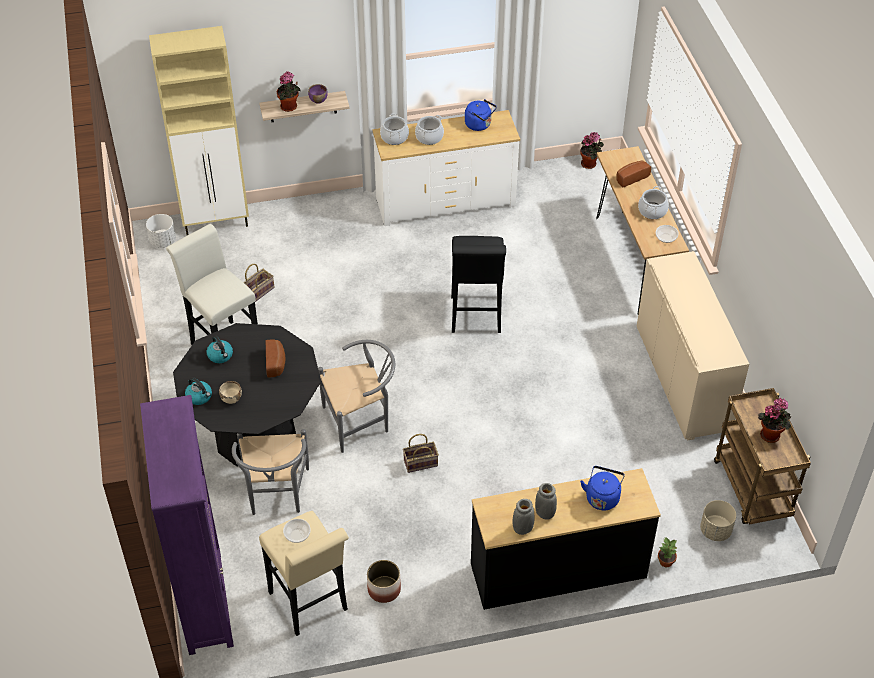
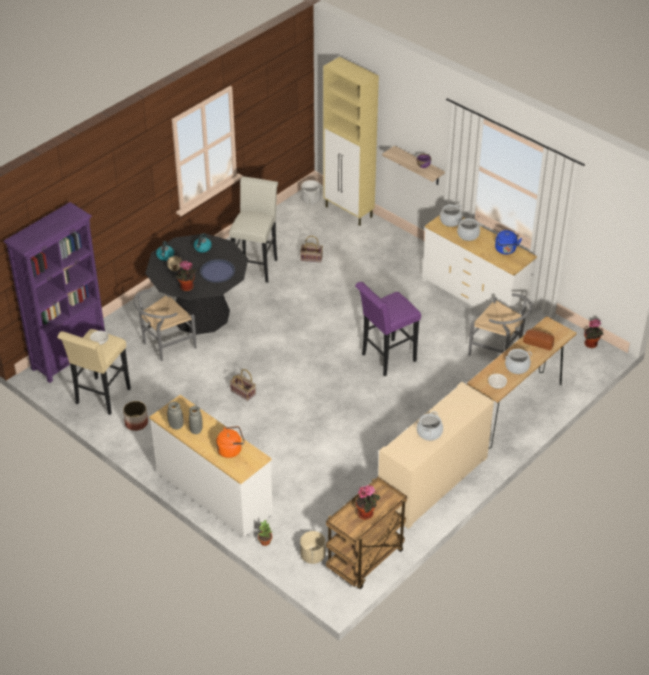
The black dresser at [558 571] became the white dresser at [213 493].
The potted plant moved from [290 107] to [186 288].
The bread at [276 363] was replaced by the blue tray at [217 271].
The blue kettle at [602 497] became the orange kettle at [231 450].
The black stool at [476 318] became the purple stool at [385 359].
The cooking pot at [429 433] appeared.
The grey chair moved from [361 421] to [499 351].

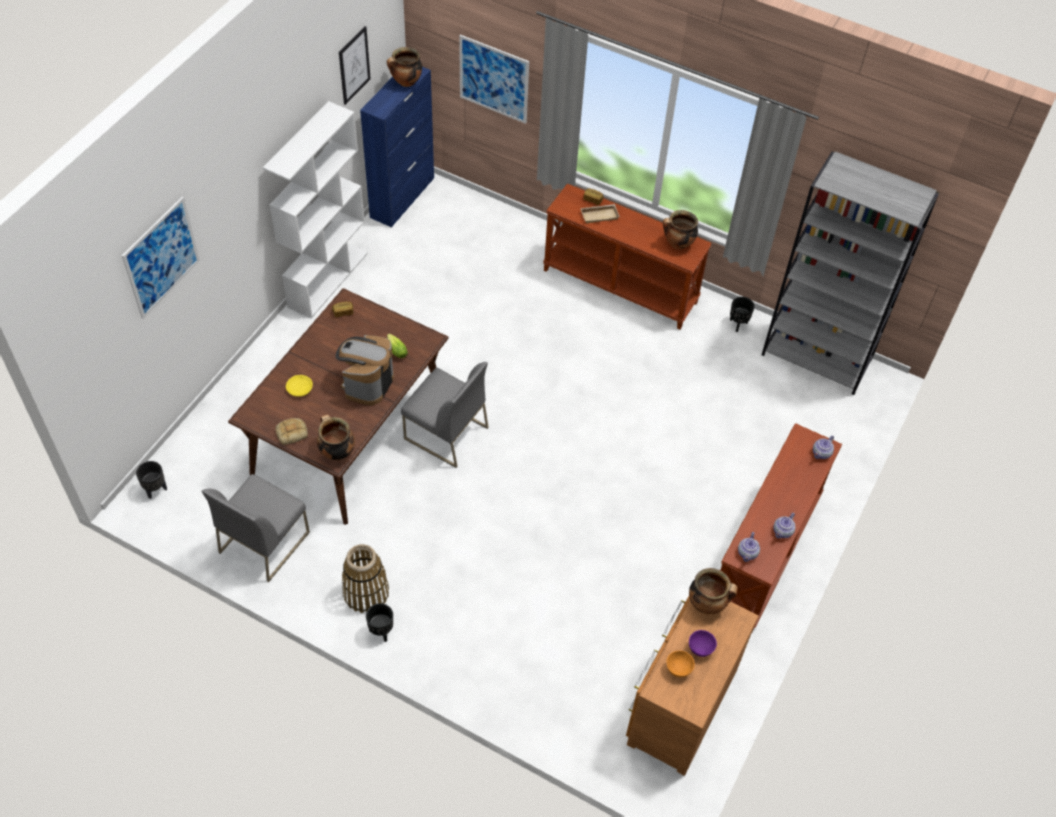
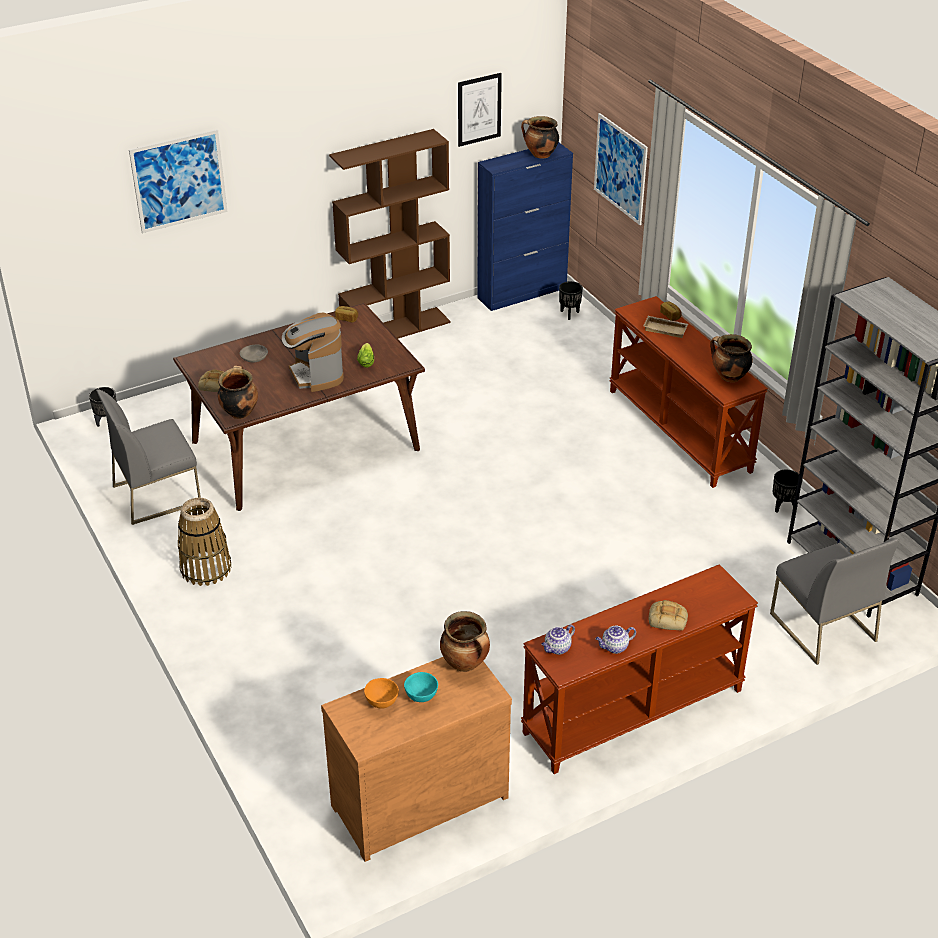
The yellow bowl at [300 388] became the grey bowl at [254 357].
The coffee machine at [367 383] turned 75 degrees counterclockwise.
The white bookcase at [328 279] became the brown bookcase at [396 329].
The purple bowl at [701 649] became the turquoise bowl at [421 697].
The black planter moved from [381 631] to [569 314].
The bread at [668 618] appeared.
The grey chair moved from [445 433] to [821 627].
The teapot at [821 453] disappeared.

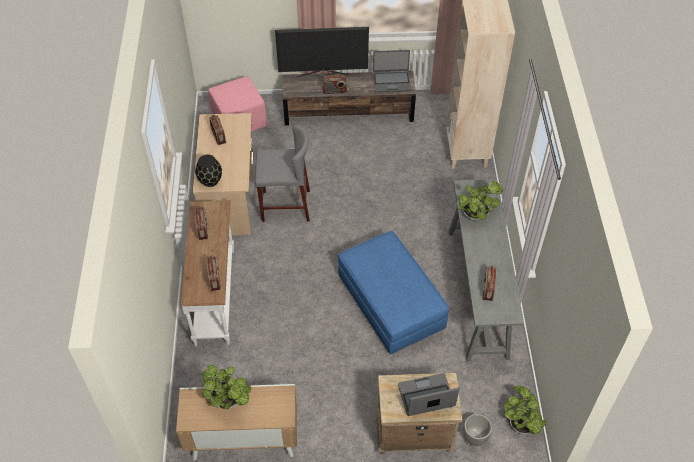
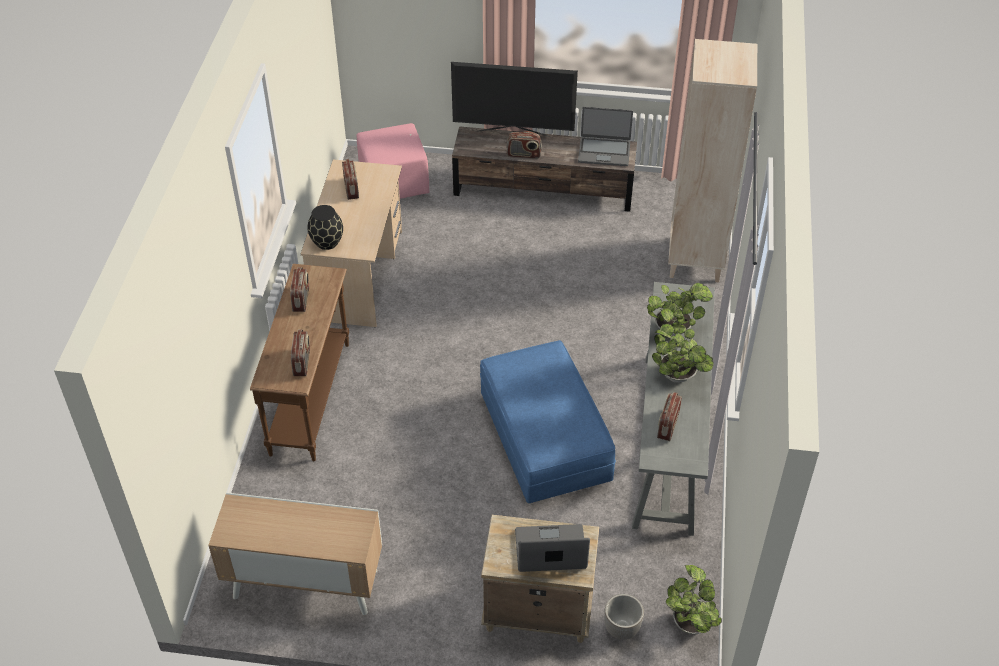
The white console table at [216 296] became the brown console table at [312 398].
The potted plant moved from [229 401] to [679 377].
The grey stool at [285 206] disappeared.

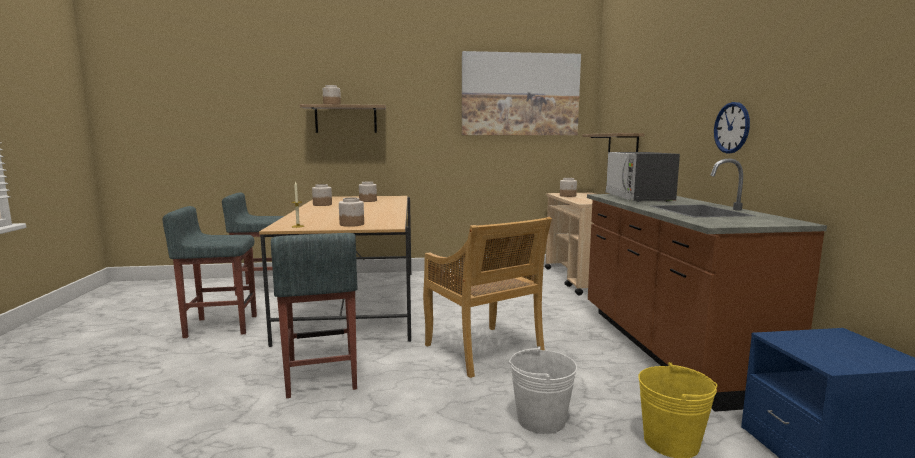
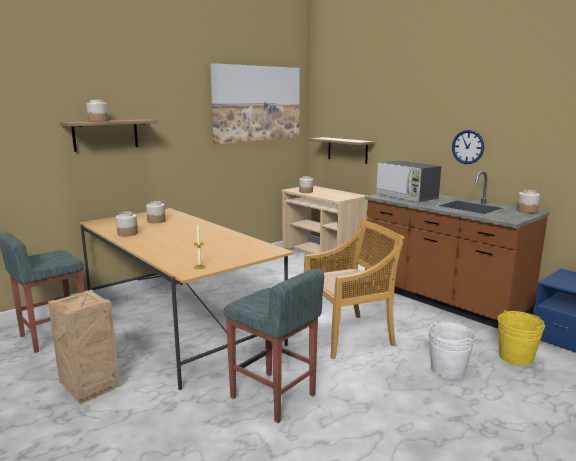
The grey stool at [220 326] was replaced by the crate at [88 388].
The beige chair at [484 351] turned 45 degrees counterclockwise.
The jar moved from [352 224] to [526 211].

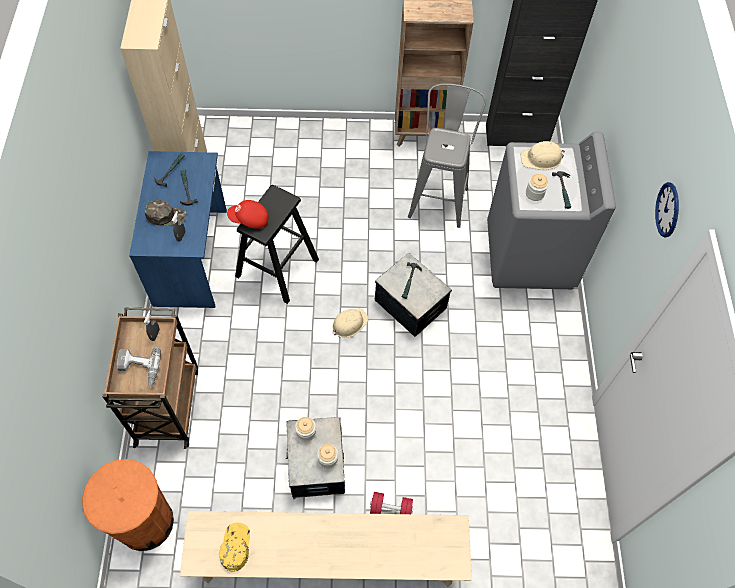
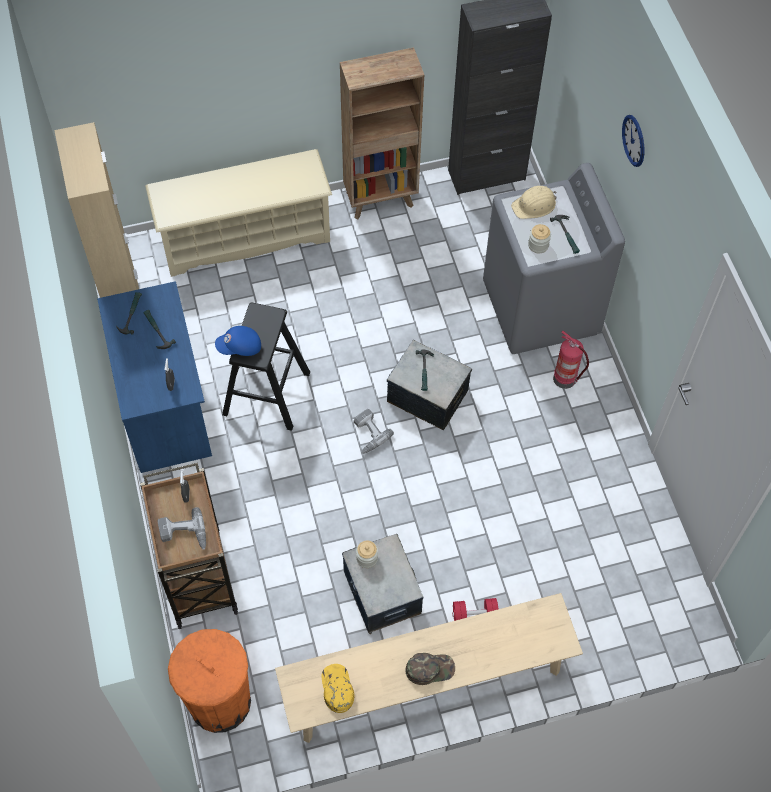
The beige shoe rack at [245 237] appeared.
The red cap at [249 219] became the blue cap at [240 347].
The beige hard hat at [349 323] was replaced by the power drill at [367 434].
The green cap moved from [166 215] to [430 669].
The fire extinguisher at [565 379] appeared.
The wall clock moved from [667 209] to [634 140].
The jar at [328 459] disappeared.
The grey stool at [439 197] disappeared.

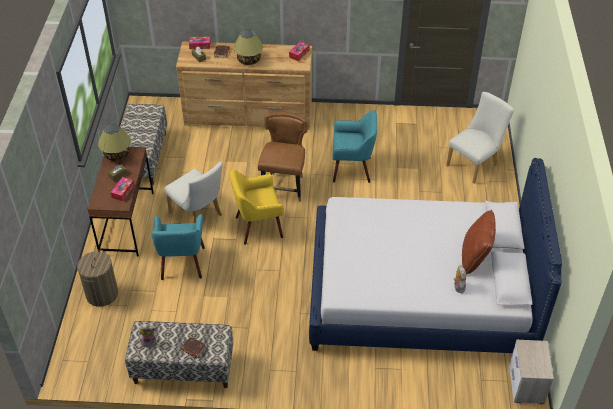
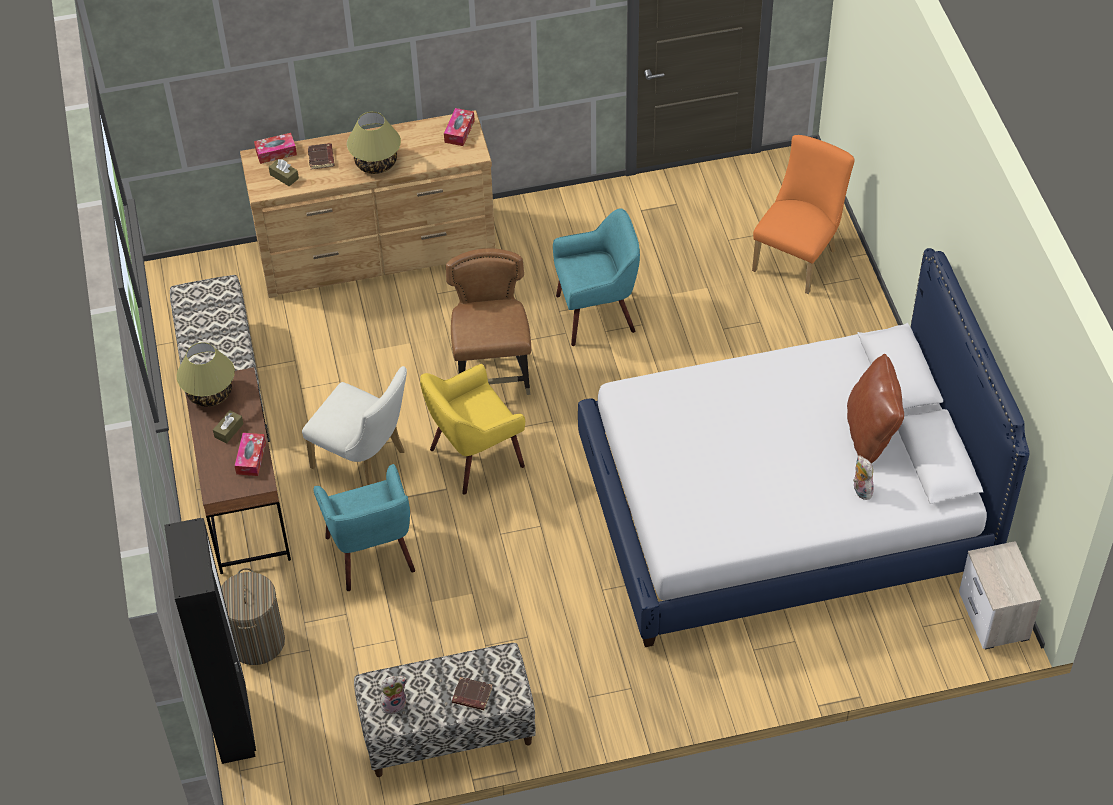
The black wardrobe at [234 724] appeared.
The white chair at [475 164] became the orange chair at [798 257].

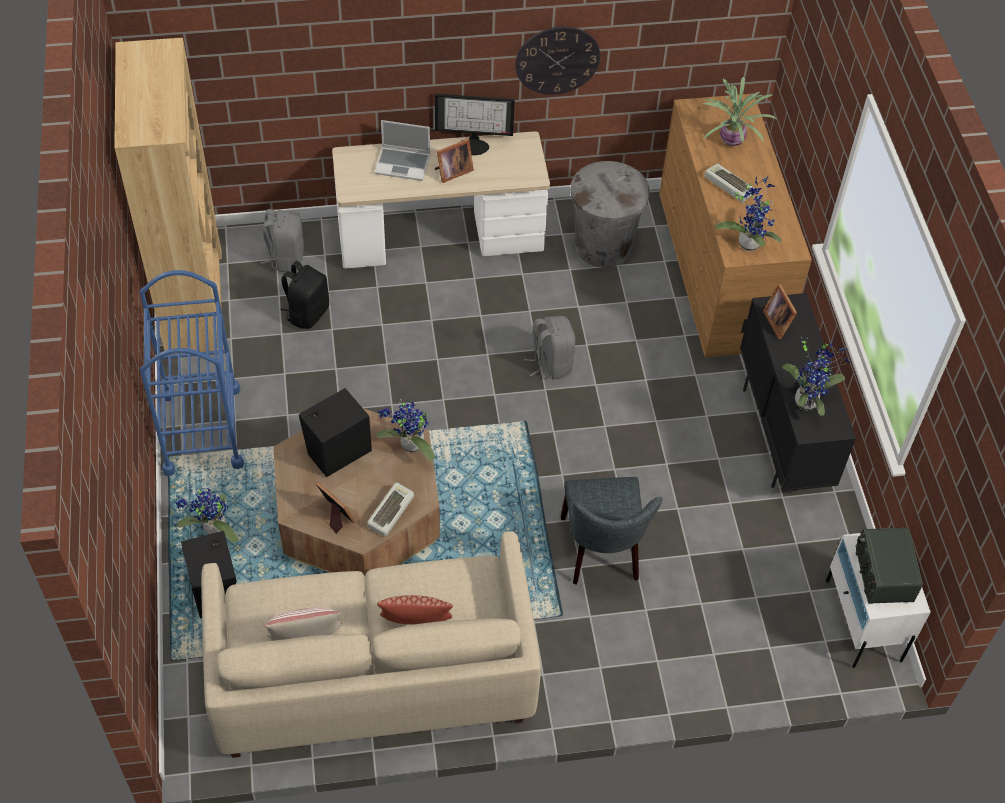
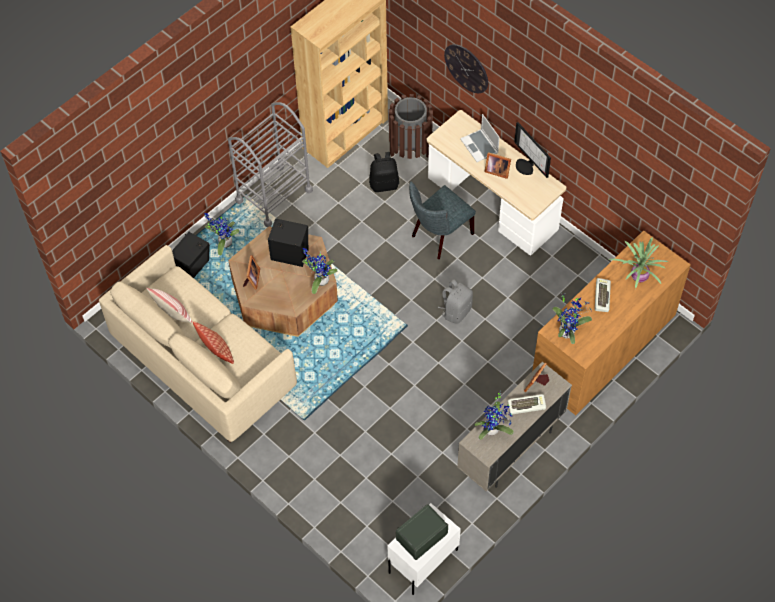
The blue cart at [202 430] became the grey cart at [274 195].
The grey backpack at [286 258] was replaced by the brown trash can at [410 149].
The grey chair moved from [602 553] to [439 236].
The wall clock moved from [557 60] to [466 68].
The black cabinet at [781 436] became the beige cabinet at [510 449].
The keyboard moved from [390 511] to [526 405].
The grey trash can at [603 246] disappeared.

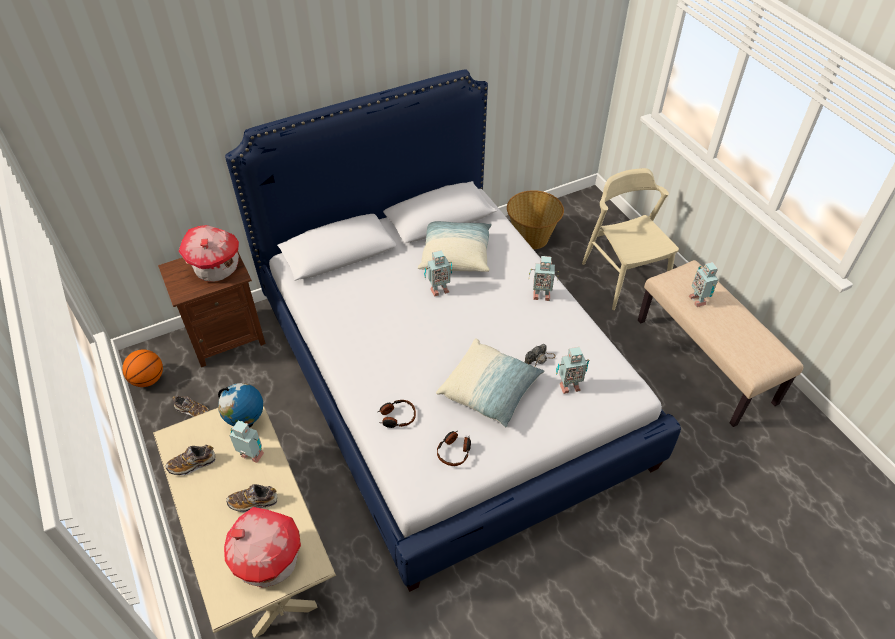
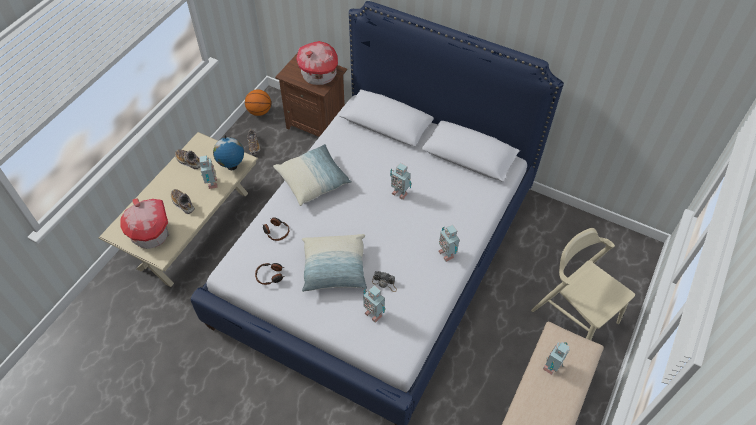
The pillow moved from [455 255] to [313 181].
The beige chair at [623 278] turned 75 degrees counterclockwise.
The basket at [531 238] disappeared.

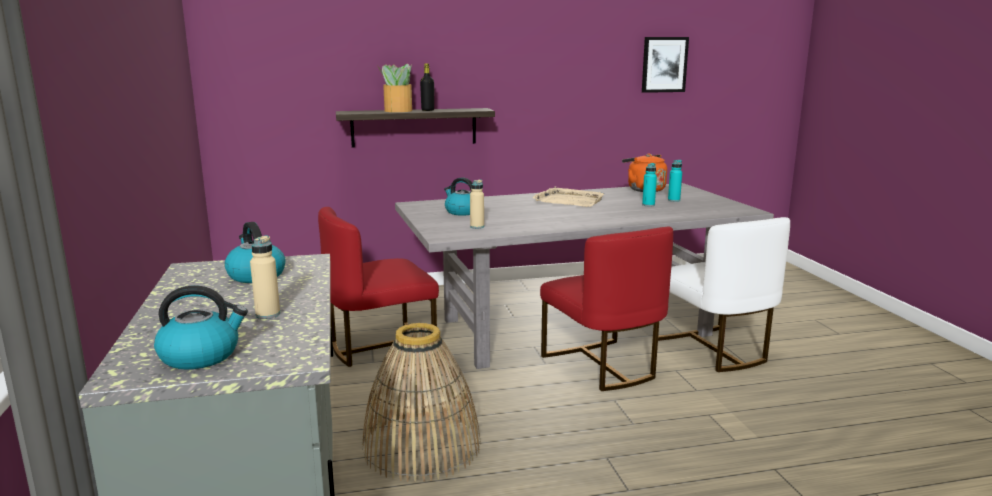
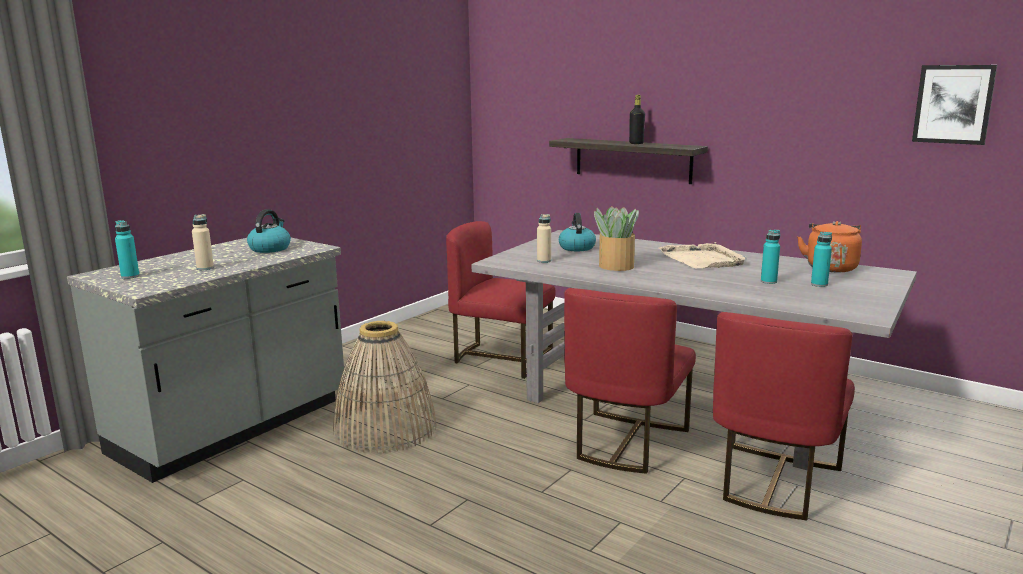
The kettle at [201 355] was replaced by the turquoise bottle at [130 276].
The potted plant moved from [397 111] to [615 266].
The white chair at [713 349] became the red chair at [773 482].

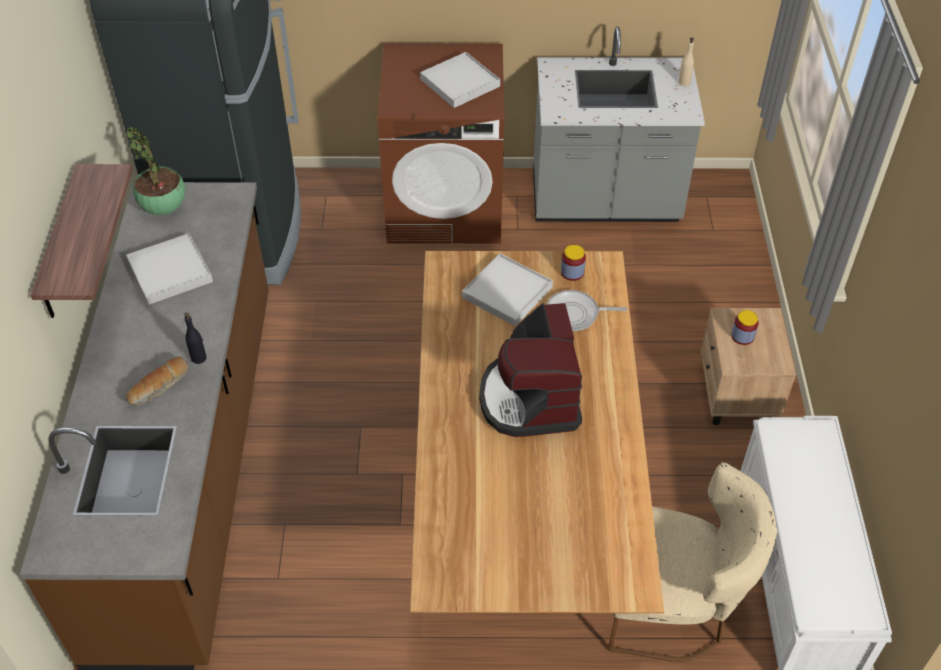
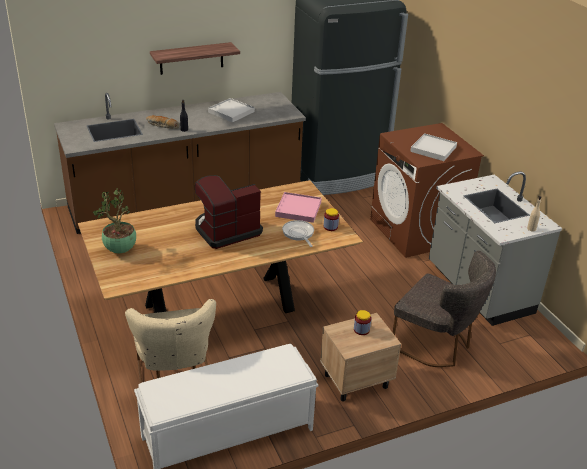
The potted plant moved from [165 209] to [119 250].
The white tray at [507 292] became the pink tray at [298 209].
The grey chair at [436 345] appeared.

